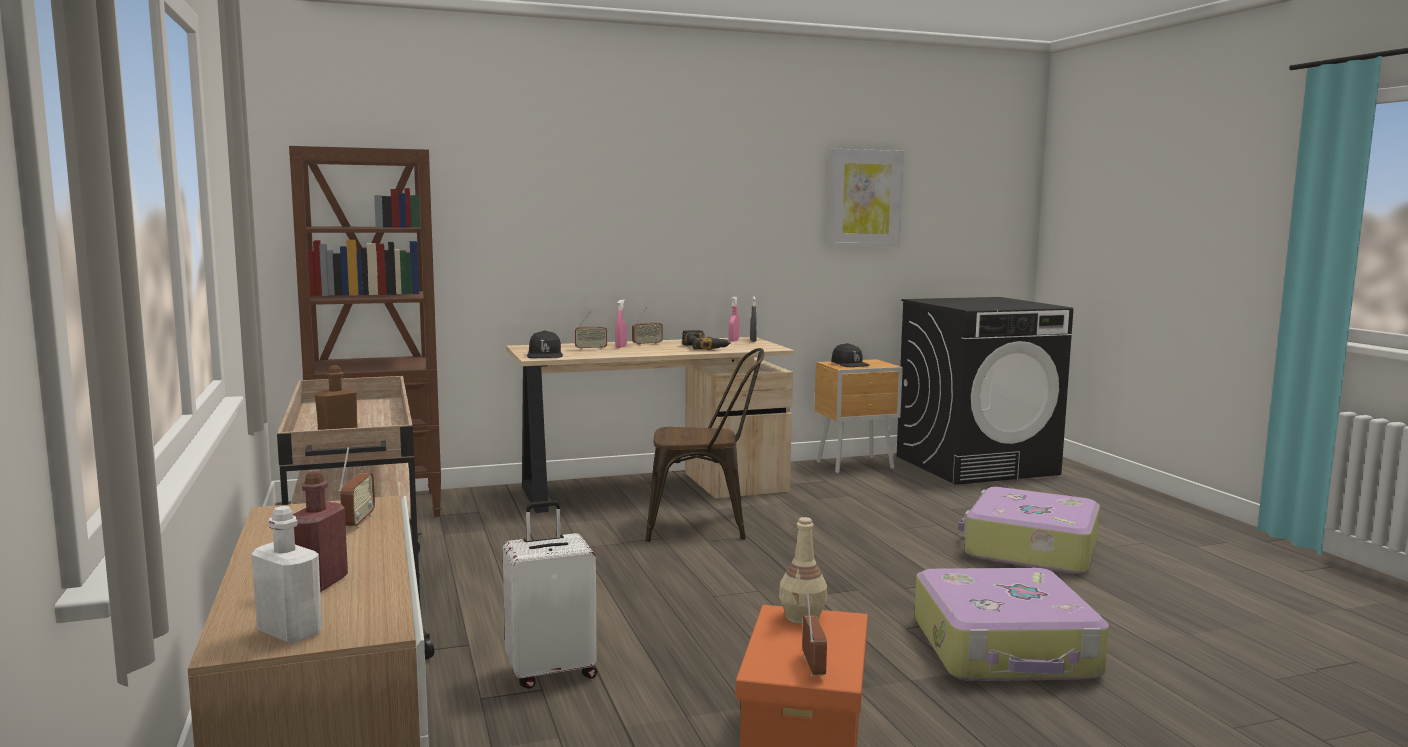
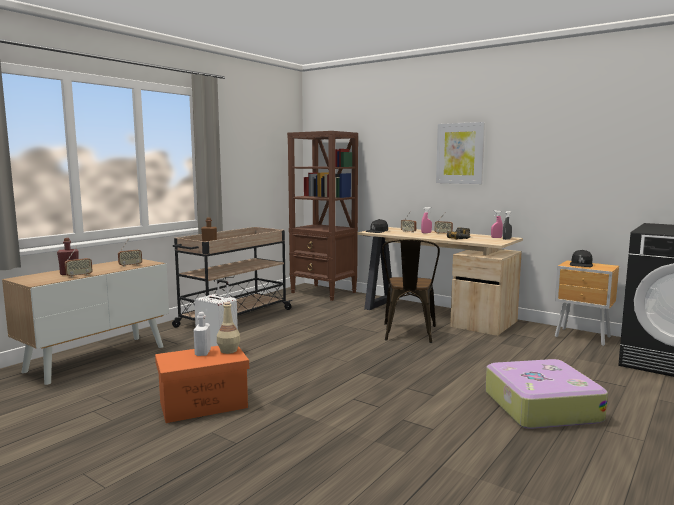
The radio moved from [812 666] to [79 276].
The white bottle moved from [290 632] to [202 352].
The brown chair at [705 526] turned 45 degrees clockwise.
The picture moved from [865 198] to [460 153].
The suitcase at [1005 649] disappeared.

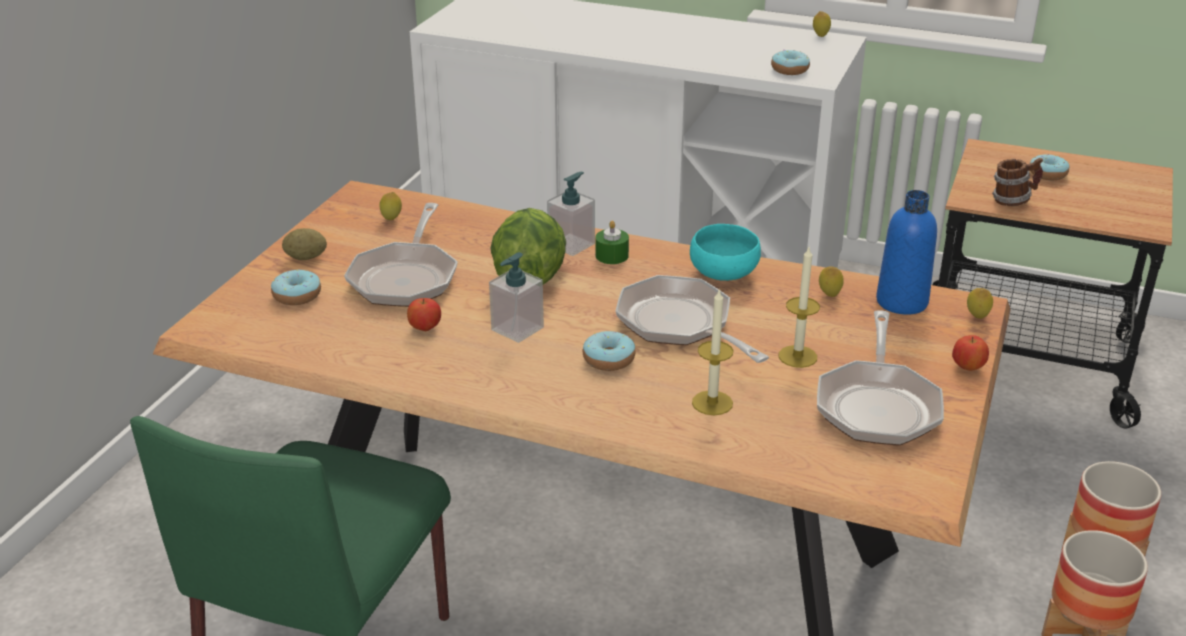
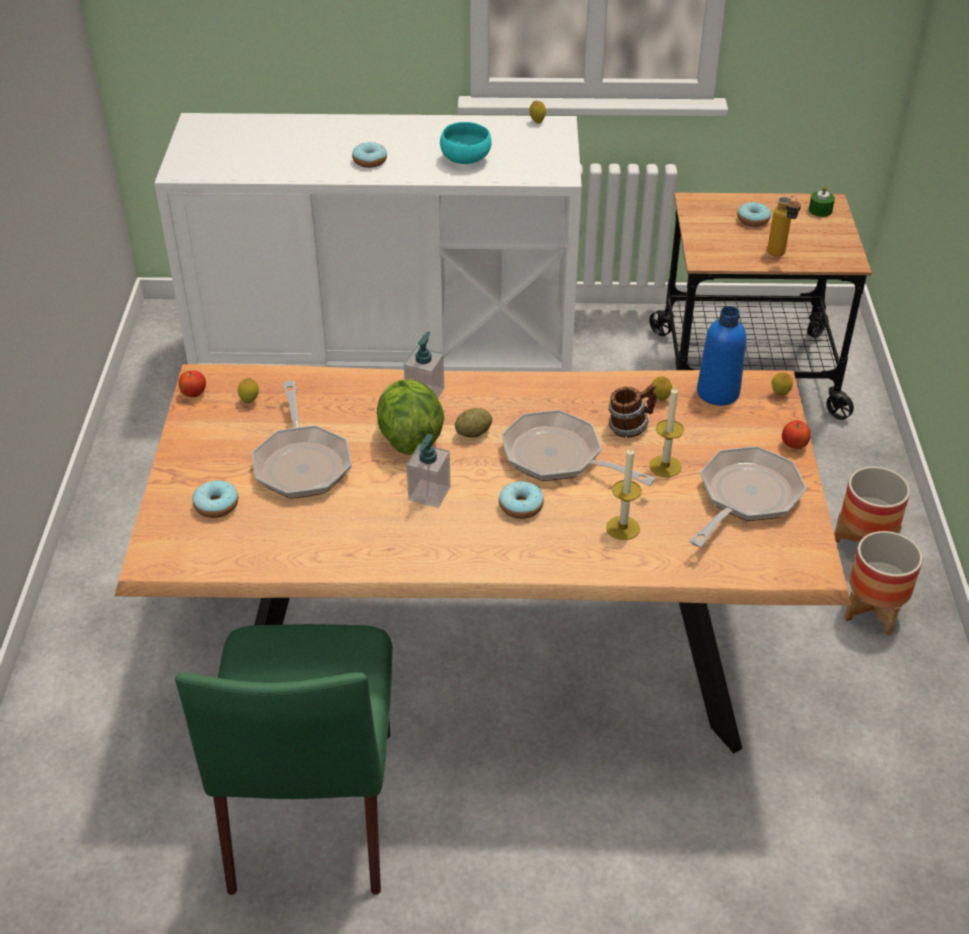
The apple moved from [425 328] to [194 394].
The donut moved from [790 70] to [370 161].
The turquoise bowl moved from [725 275] to [466 160].
The potato moved from [306 258] to [473 433].
The mug moved from [1013 200] to [630 427].
The frying pan at [877 405] turned 135 degrees counterclockwise.
The bottle at [779 256] appeared.
The green candle moved from [612 256] to [820 210].

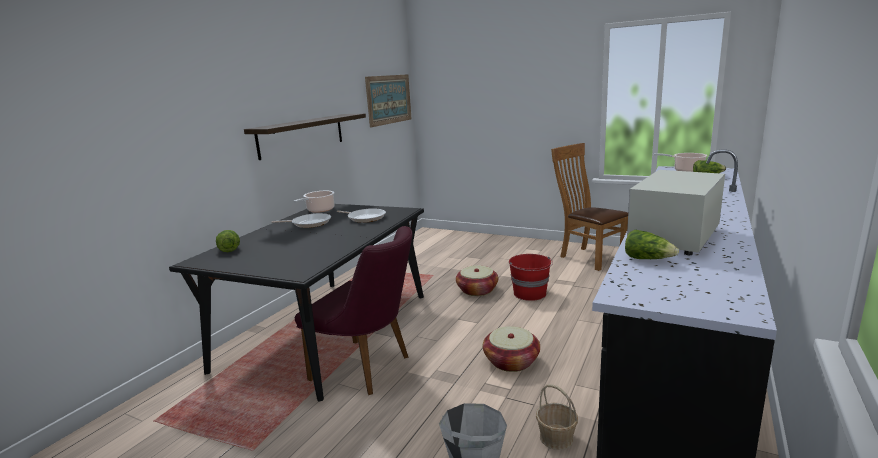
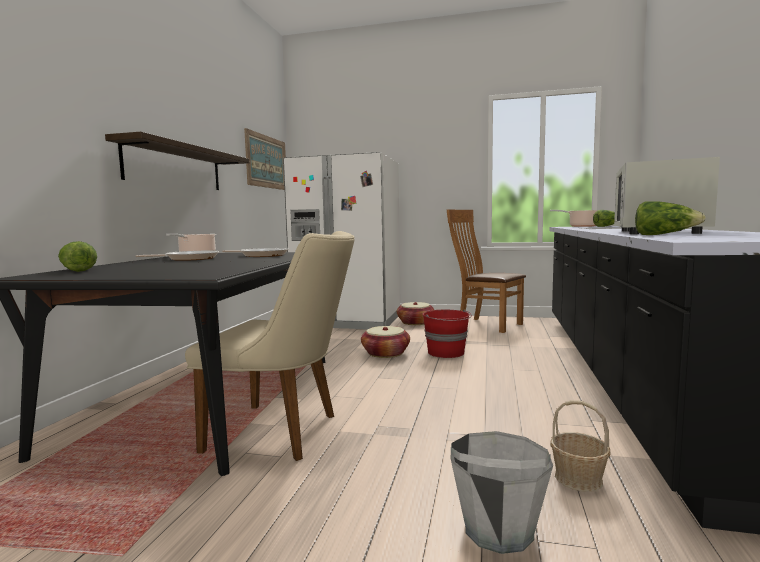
The purple chair at [369 369] became the beige chair at [284 433].
The white fridge at [348 321] appeared.
The basket moved from [511 361] to [415 322].

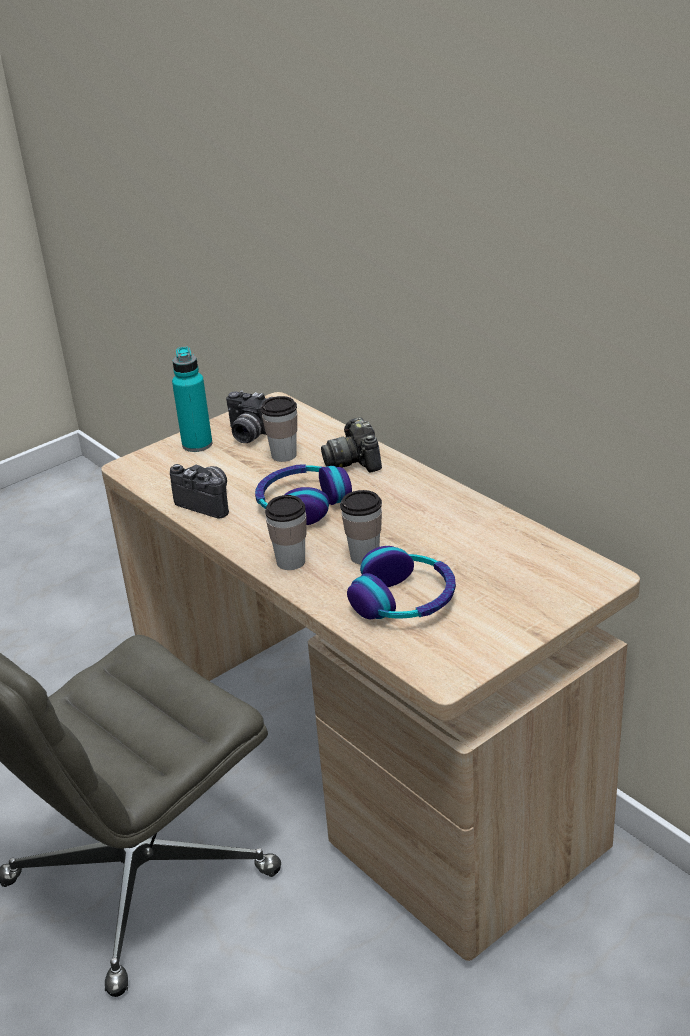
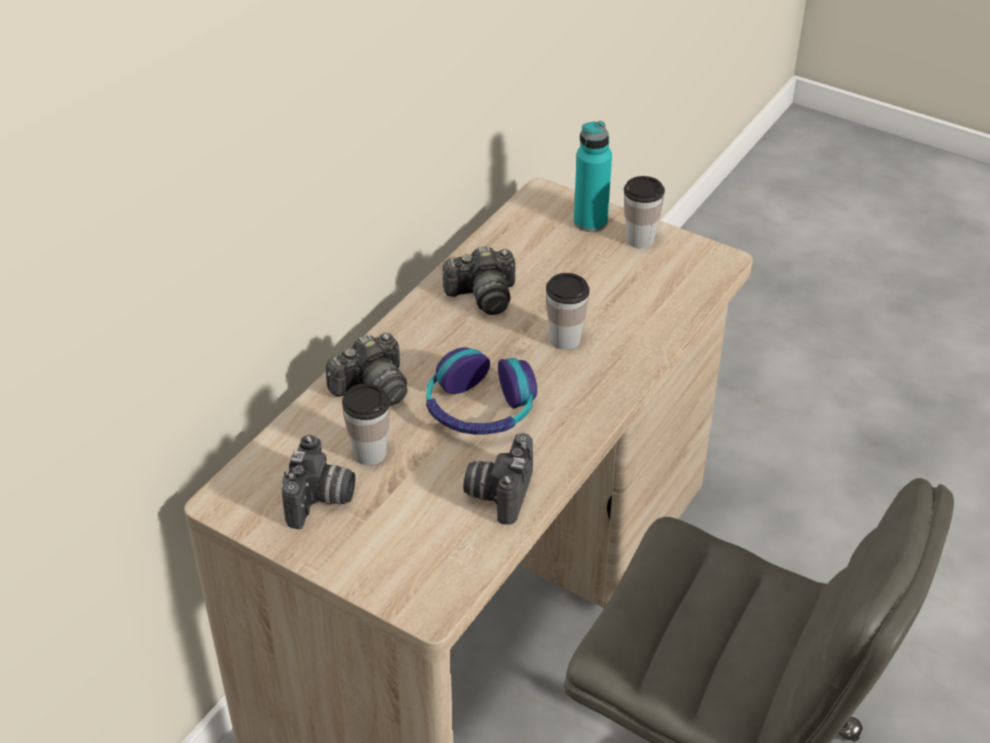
The photo camera at [483 296] appeared.
The turquoise bottle moved from [197 444] to [590 222].
The cup moved from [291 561] to [639 239].
The headphones at [404 600] disappeared.

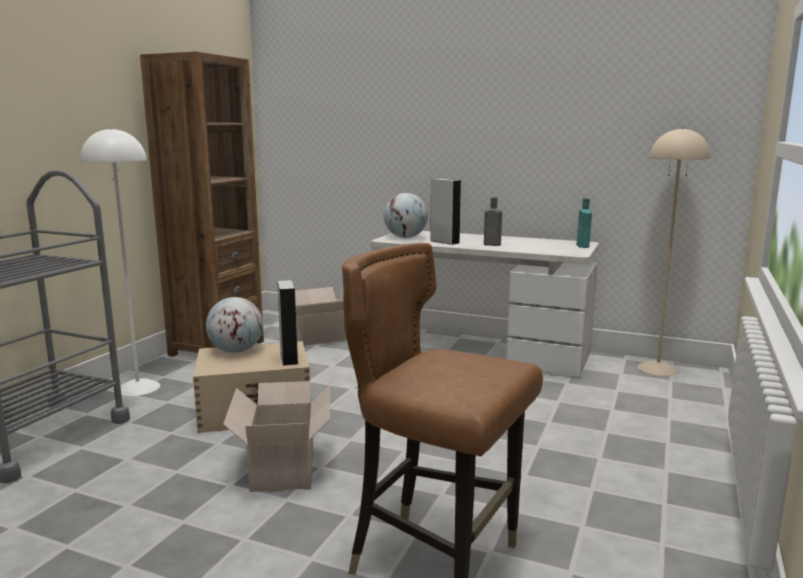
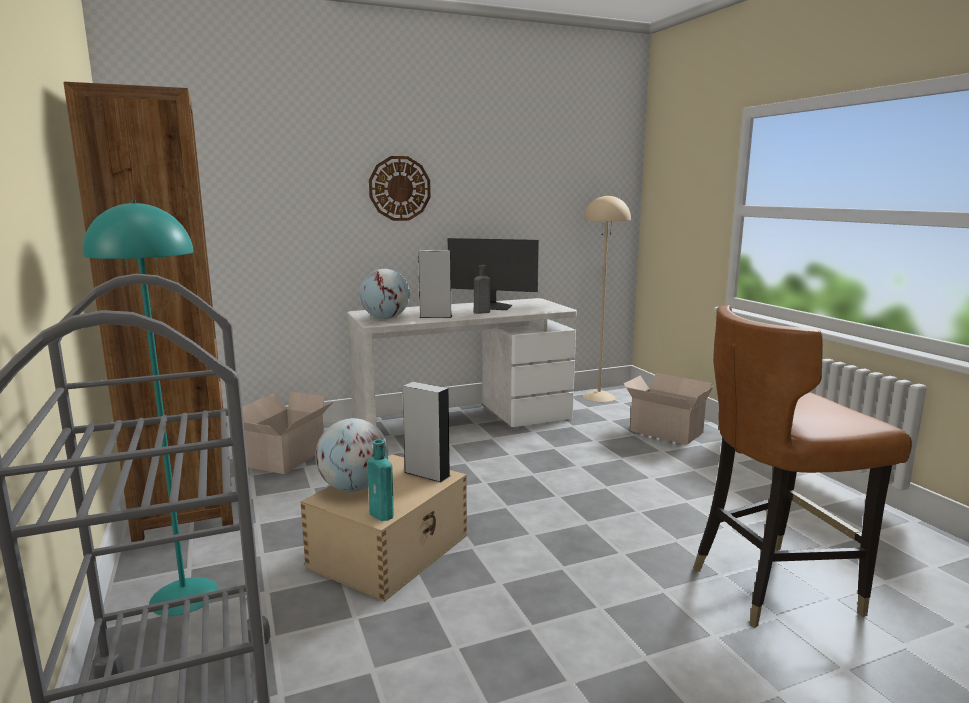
The white floor lamp at [137 388] became the turquoise floor lamp at [183 596].
The turquoise bottle moved from [583 246] to [383 515].
The wall clock at [399 188] appeared.
The monitor at [493 307] appeared.
The cardboard box moved from [284 466] to [664 431].

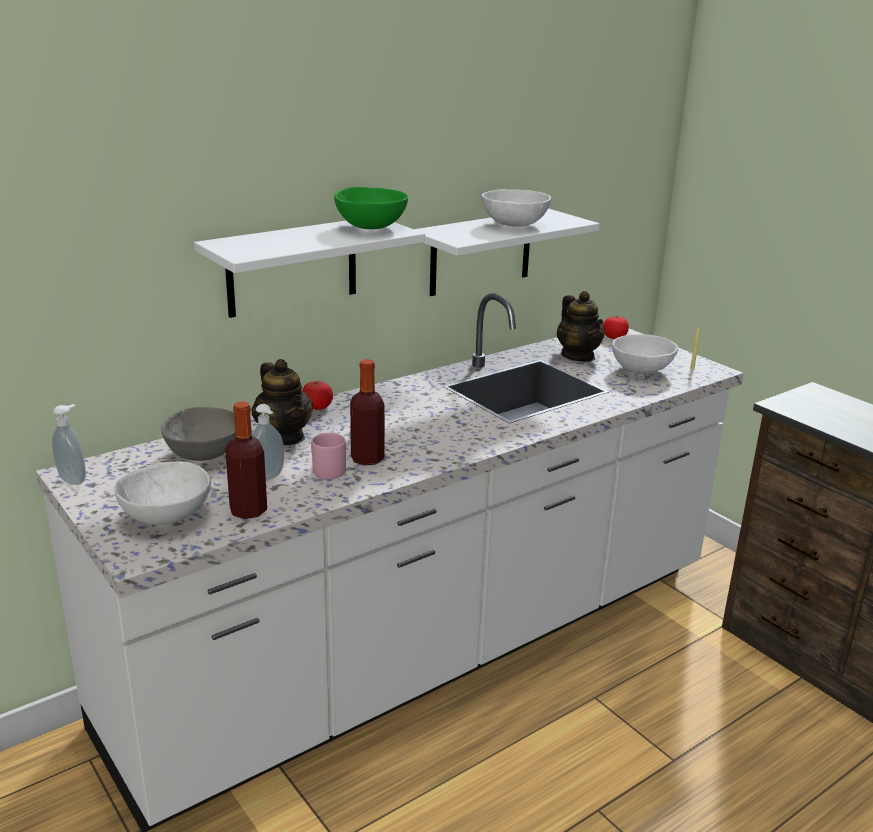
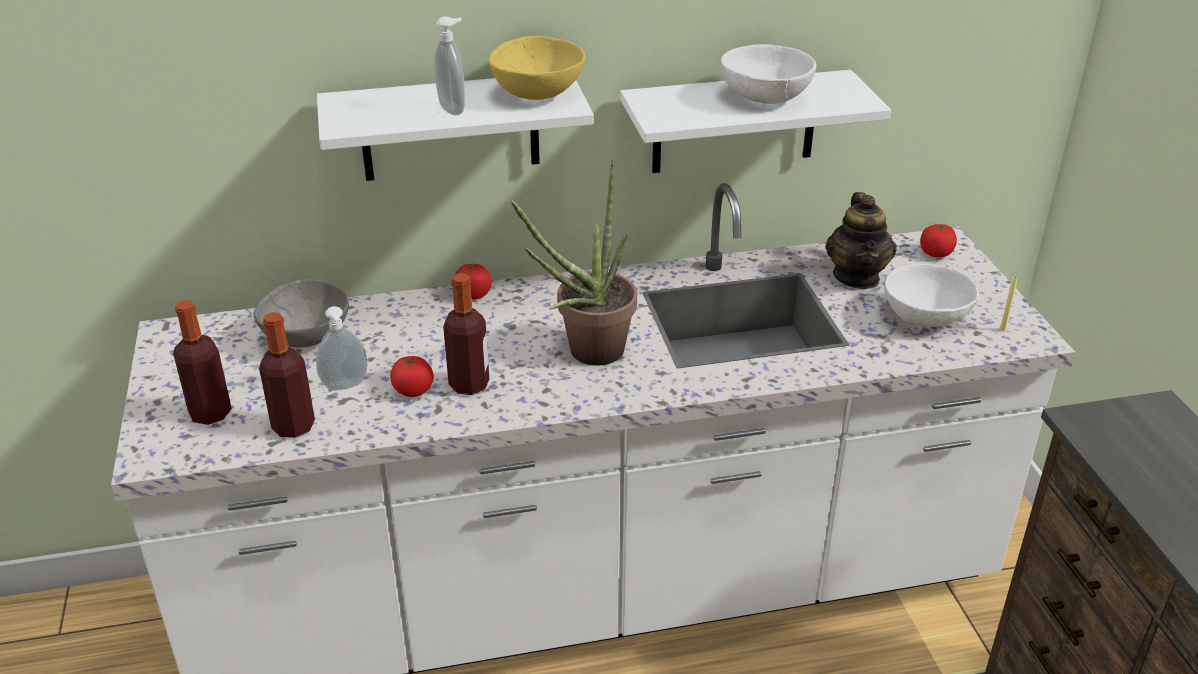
The white bowl at [165 517] was replaced by the bottle at [210 413].
The pink mug at [326 470] was replaced by the tomato at [413 390].
The soap dispenser moved from [74 479] to [454 109].
The green bowl at [370 227] became the yellow bowl at [537 94].
The potted plant at [586 354] appeared.
The teapot at [284 437] disappeared.

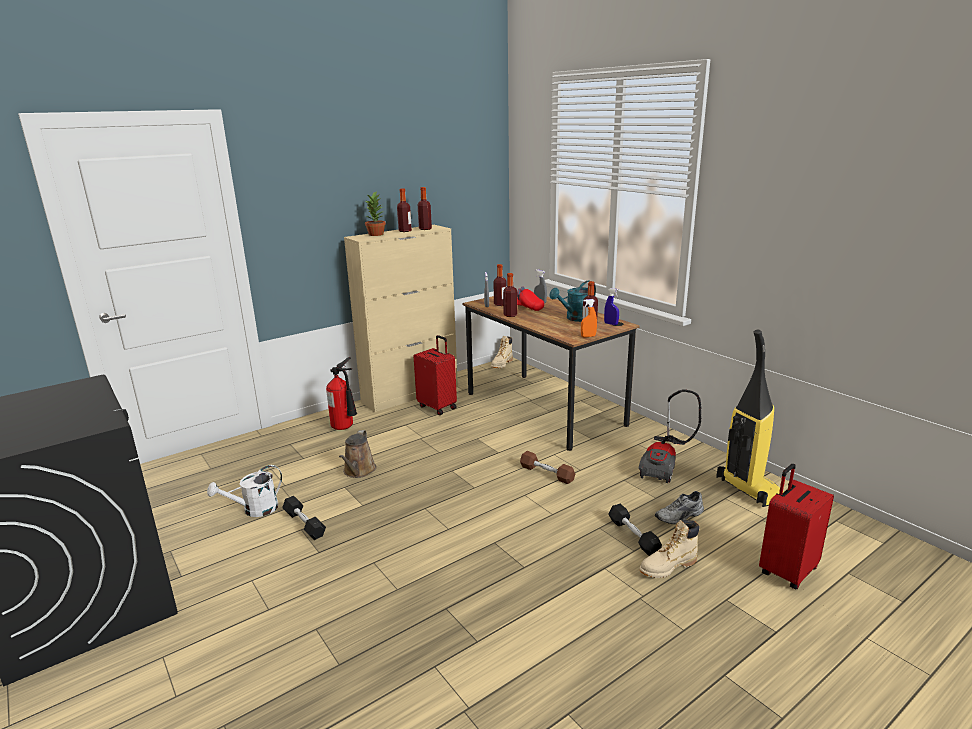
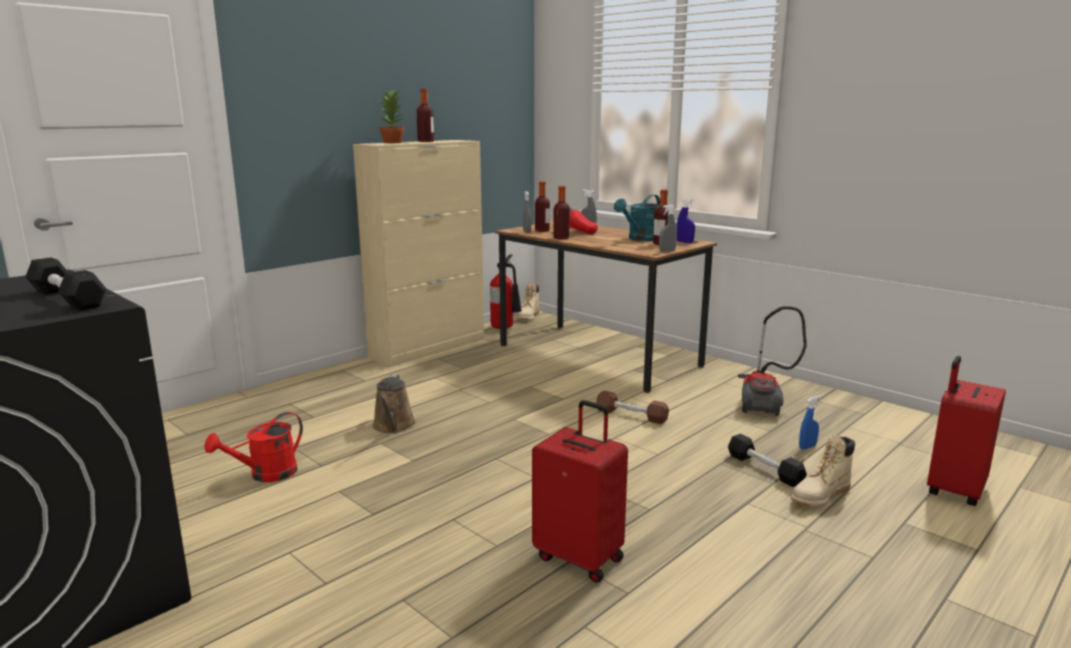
The black dumbbell moved from [304 524] to [67 298].
The white watering can at [254 510] became the red watering can at [265 475].
The fire extinguisher moved from [345 428] to [505 328].
The red suitcase moved from [438 407] to [580 557].
The orange spray bottle at [588 336] became the grey spray bottle at [667 251].
The grey shoe at [680 516] was replaced by the blue spray bottle at [807 447].
The bottle at [425 229] disappeared.
The vacuum cleaner at [749 489] disappeared.

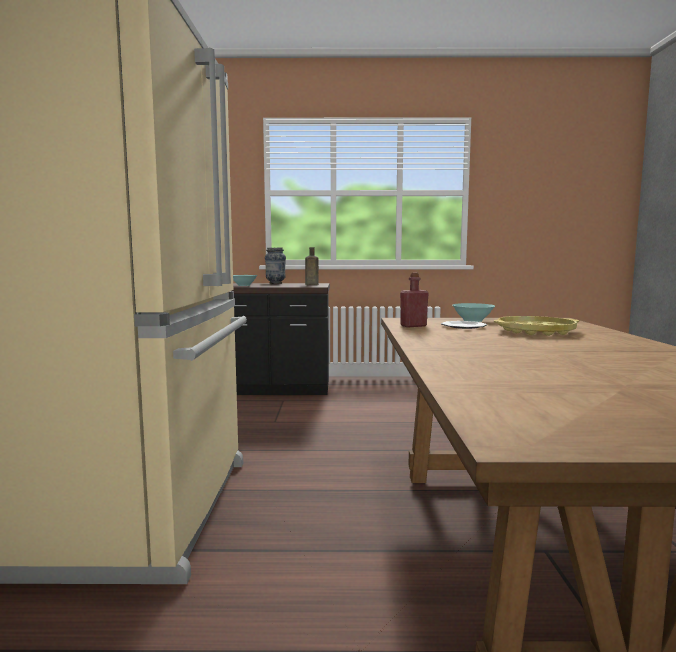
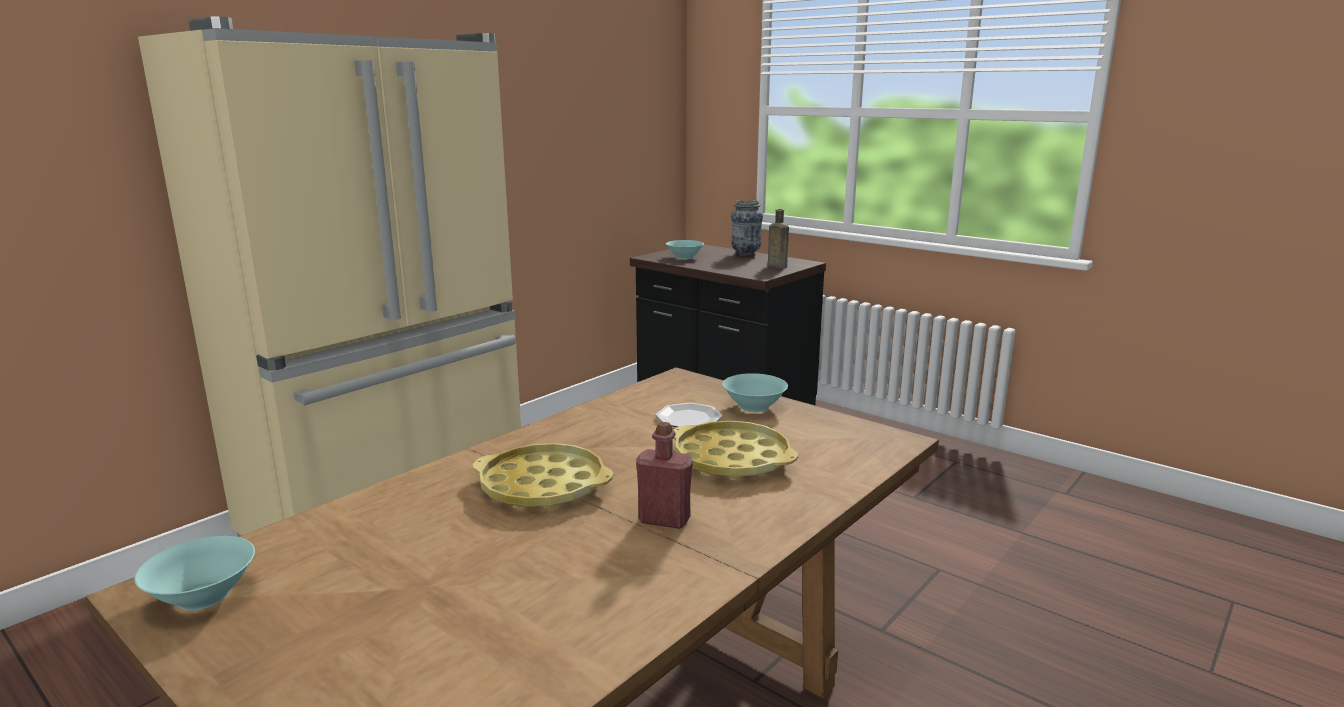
The turquoise bowl at [202 597] appeared.
The yellow tray at [543 486] appeared.
The red bottle moved from [413 326] to [664 520].

